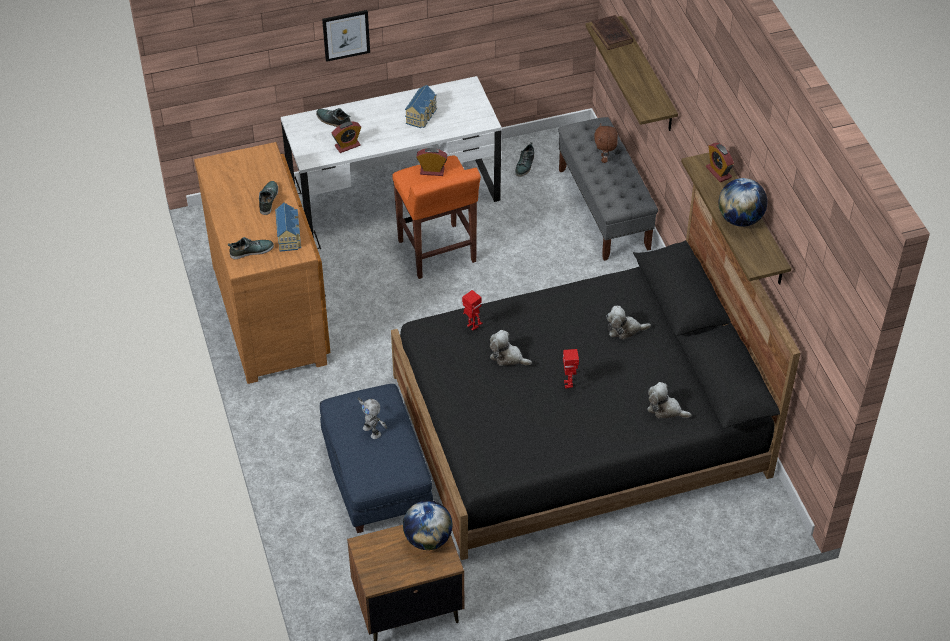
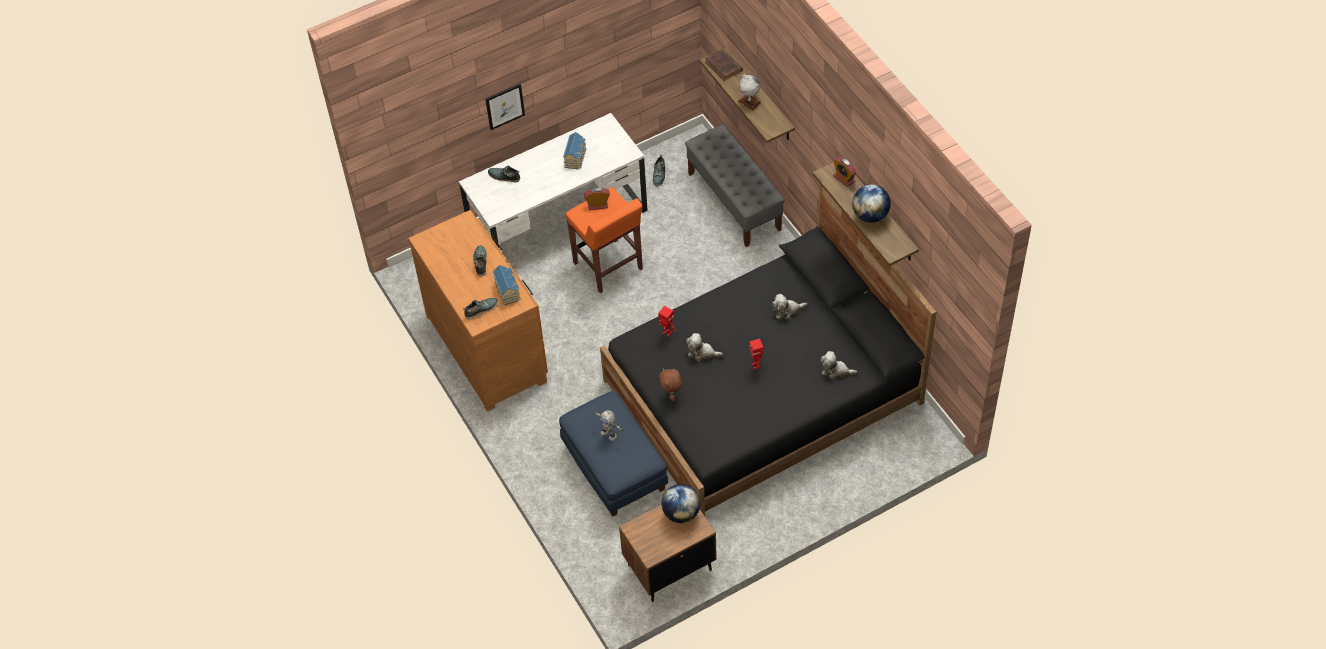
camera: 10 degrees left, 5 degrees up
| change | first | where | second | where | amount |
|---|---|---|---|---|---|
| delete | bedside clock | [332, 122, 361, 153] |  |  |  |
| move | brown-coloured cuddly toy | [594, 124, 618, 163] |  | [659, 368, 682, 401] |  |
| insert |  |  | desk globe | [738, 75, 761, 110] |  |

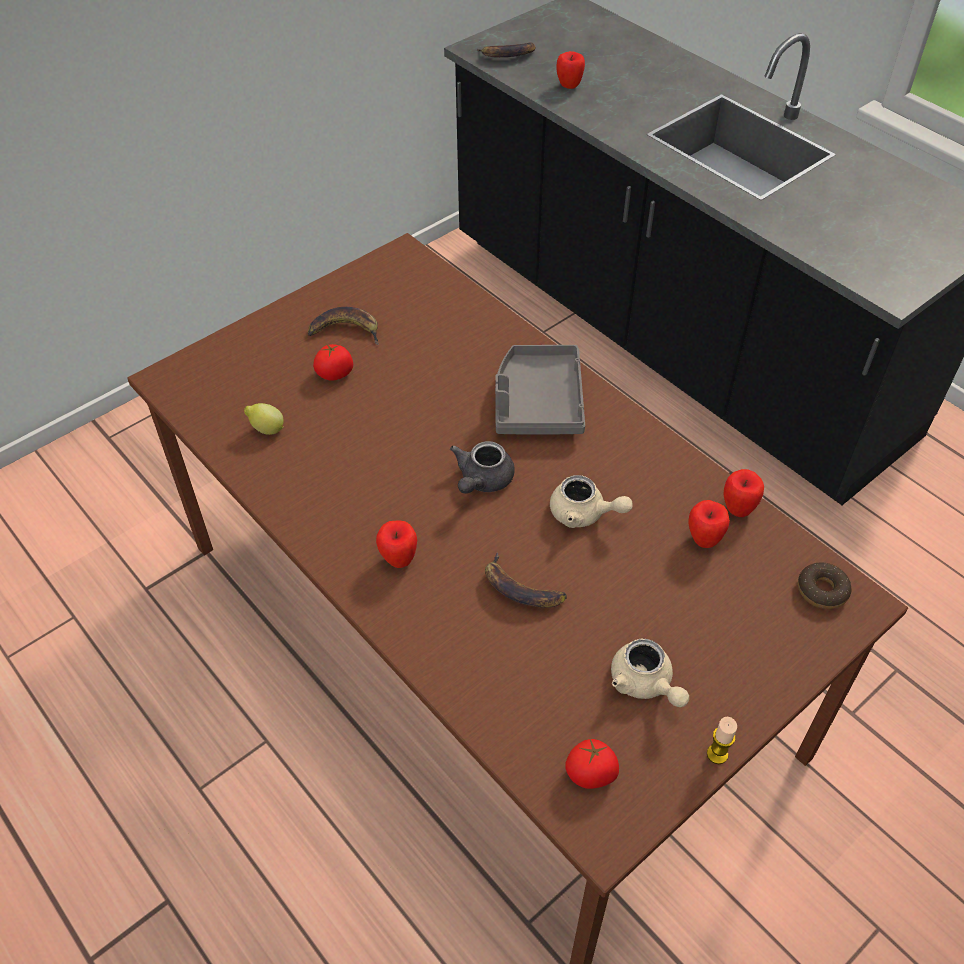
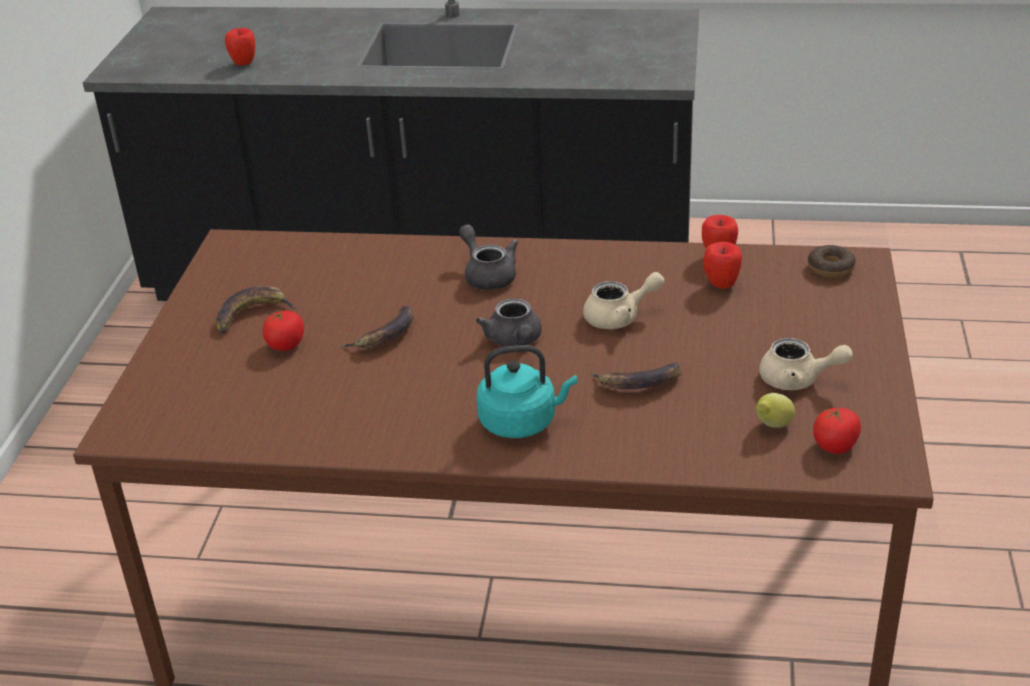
camera: 40 degrees left, 15 degrees down
| change | first | where | second | where | amount |
|---|---|---|---|---|---|
| move | whole banana | [477, 42, 536, 57] |  | [339, 306, 414, 348] |  |
| replace | gray carrying tray | [495, 345, 585, 435] | gray tea pot | [459, 224, 518, 290] |  |
| move | lemon | [244, 403, 283, 435] |  | [756, 393, 795, 428] |  |
| replace | whole apple | [376, 520, 417, 568] | blue-green tea kettle | [477, 345, 578, 438] |  |
| delete | wax candle | [707, 717, 737, 764] |  |  |  |

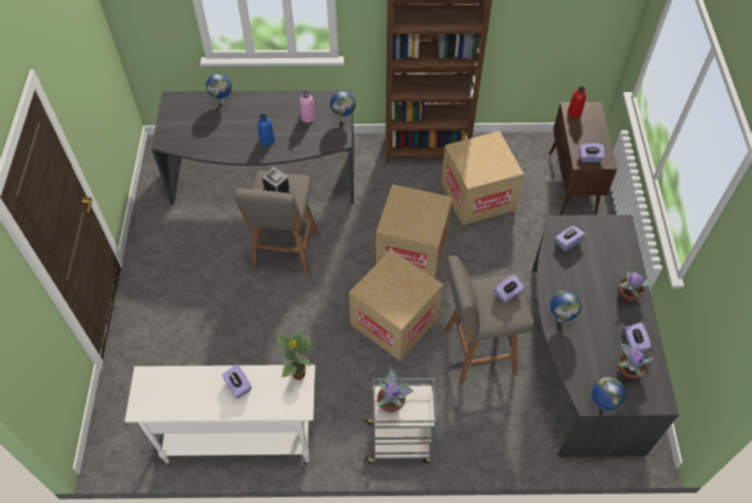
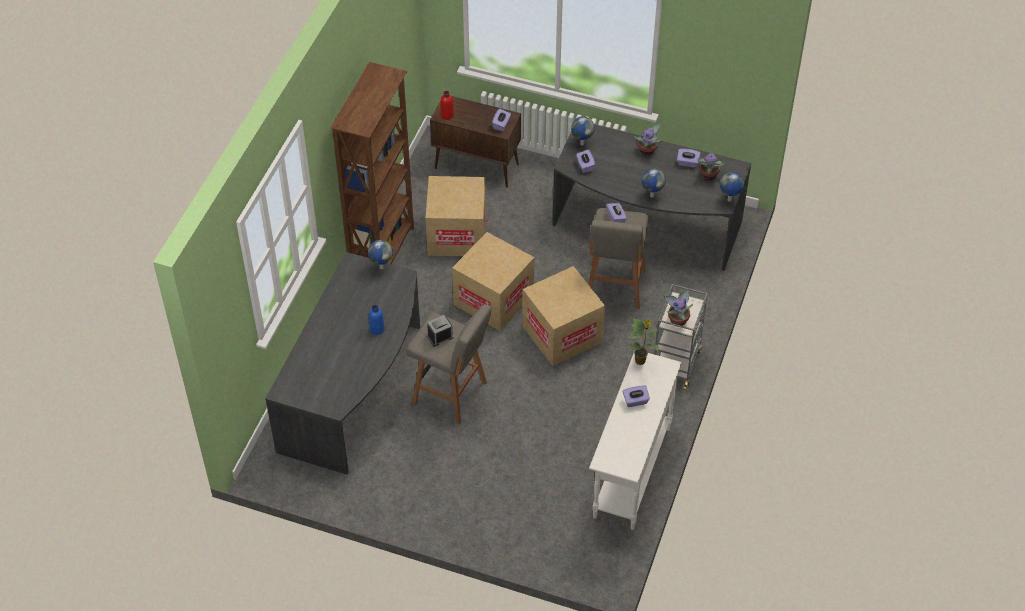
camera: 70 degrees left, 5 degrees down
| change | first | where | second | where | amount |
|---|---|---|---|---|---|
| move | desk globe | [206, 73, 232, 105] |  | [571, 116, 595, 146] |  |
| delete | pink-coloured beverage bottle | [300, 91, 316, 123] |  |  |  |

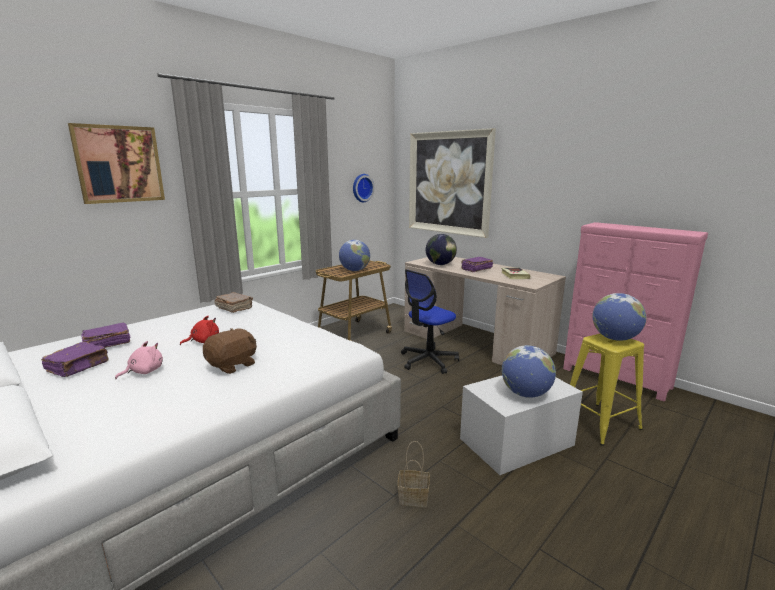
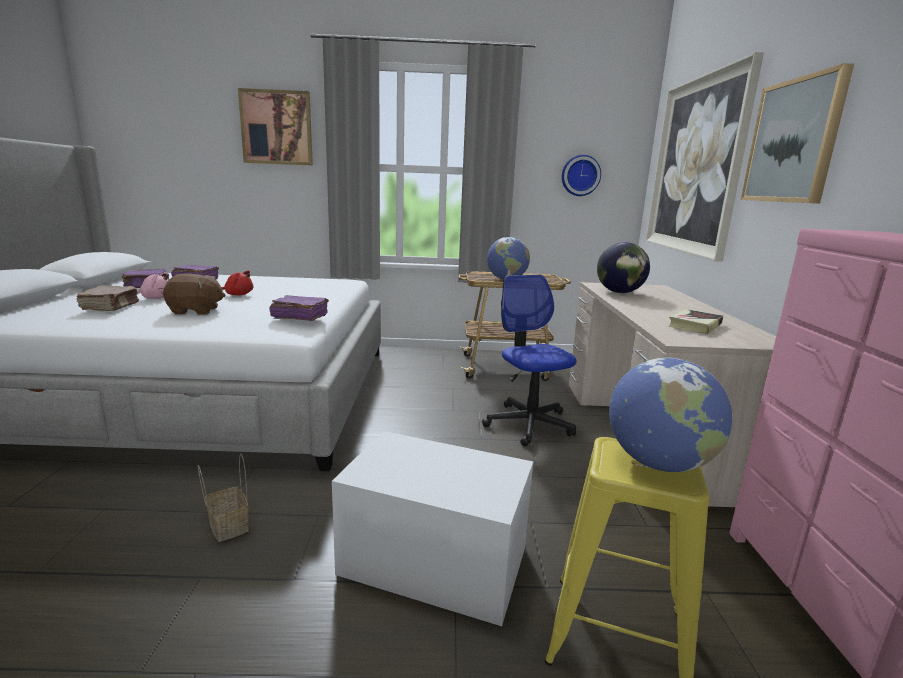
camera: 45 degrees right, 0 degrees up
| change | first | where | second | where | amount |
|---|---|---|---|---|---|
| move | purplish book | [461, 257, 493, 272] |  | [269, 295, 329, 321] |  |
| rotate | desk chair | [401, 269, 459, 374] |  | [482, 274, 576, 446] | 60 degrees clockwise |
| move | brown-coloured book | [214, 292, 253, 313] |  | [76, 285, 139, 311] |  |
| delete | desk globe | [502, 345, 556, 398] |  |  |  |
| insert |  |  | wall art | [741, 63, 854, 204] |  |

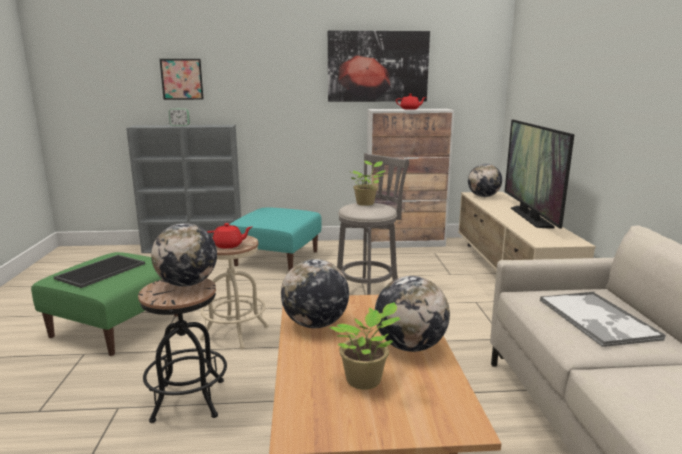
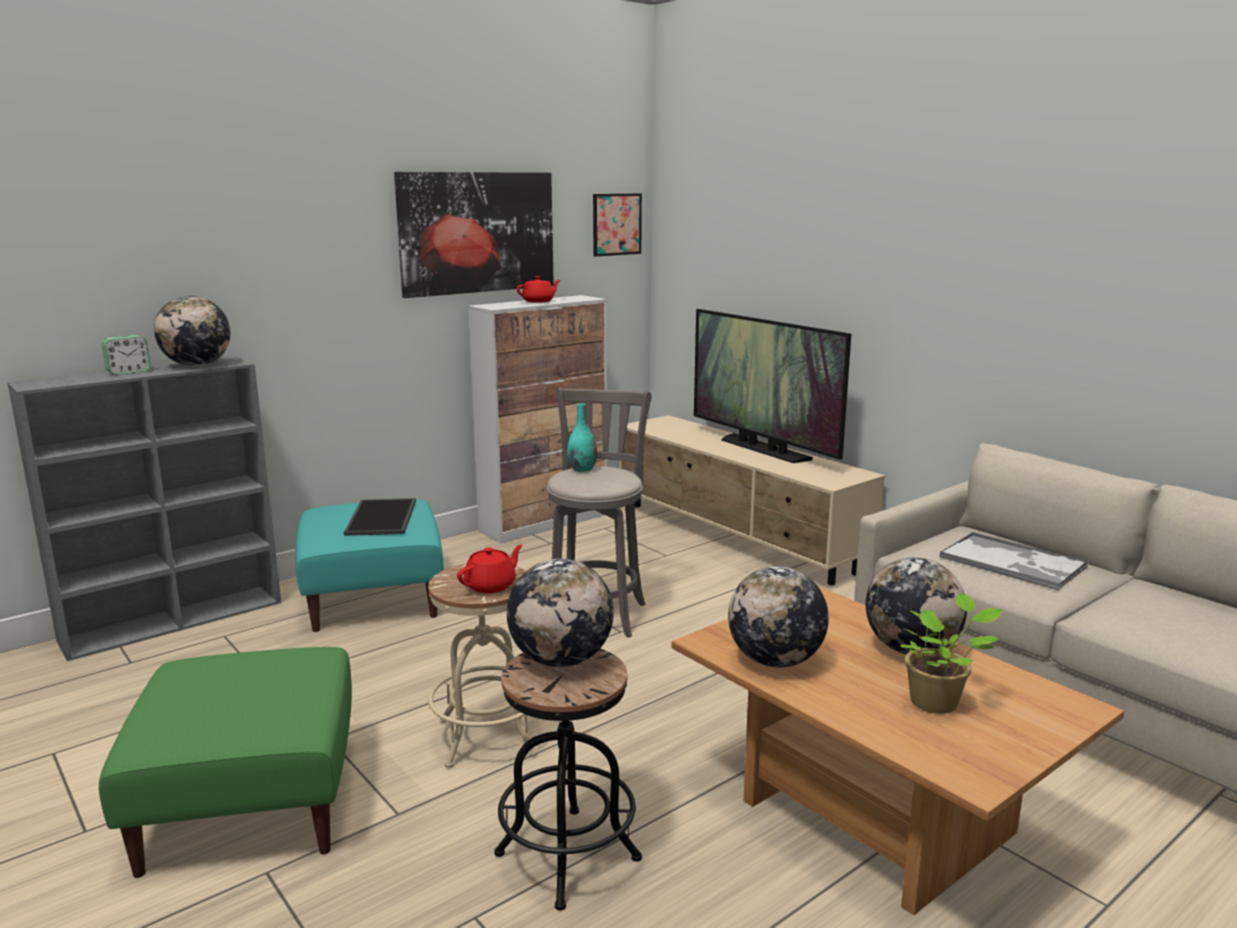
camera: 35 degrees left, 0 degrees up
| change | first | where | second | where | amount |
|---|---|---|---|---|---|
| move | wall art | [160, 59, 204, 100] |  | [593, 193, 642, 257] |  |
| replace | potted plant | [351, 160, 386, 206] | blue-green flower vase | [567, 403, 597, 472] |  |
| move | desk globe | [468, 164, 502, 197] |  | [154, 296, 230, 366] |  |
| move | carrying tray | [54, 255, 145, 288] |  | [344, 498, 416, 536] |  |

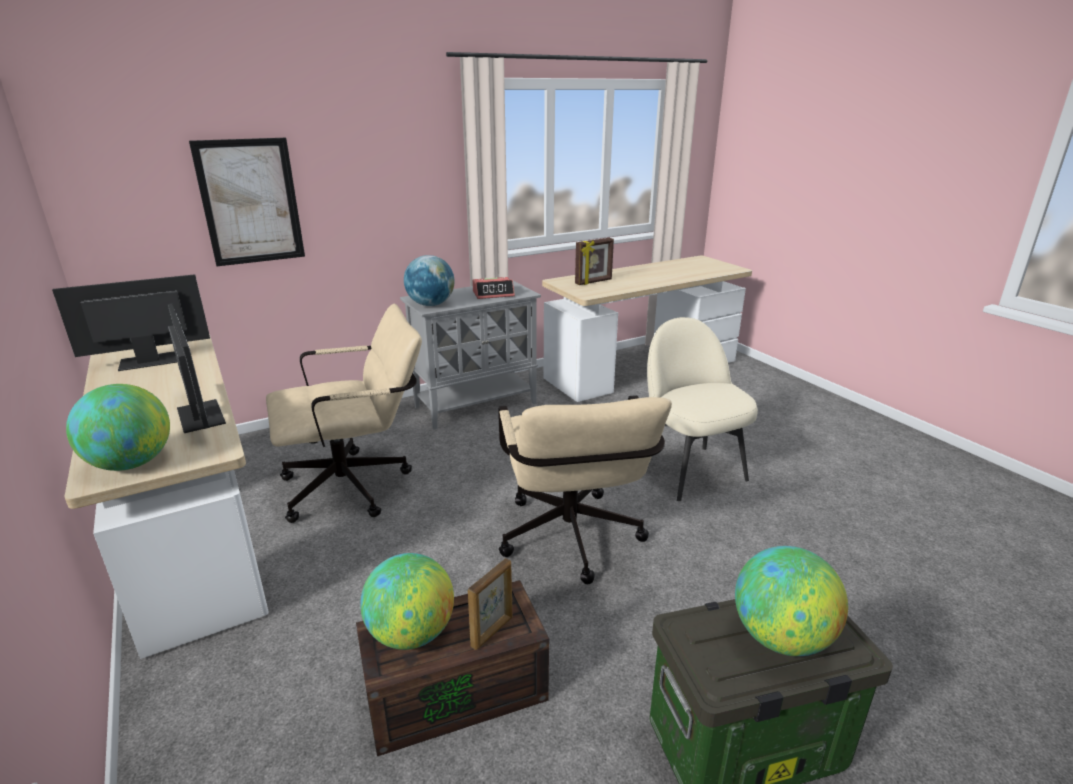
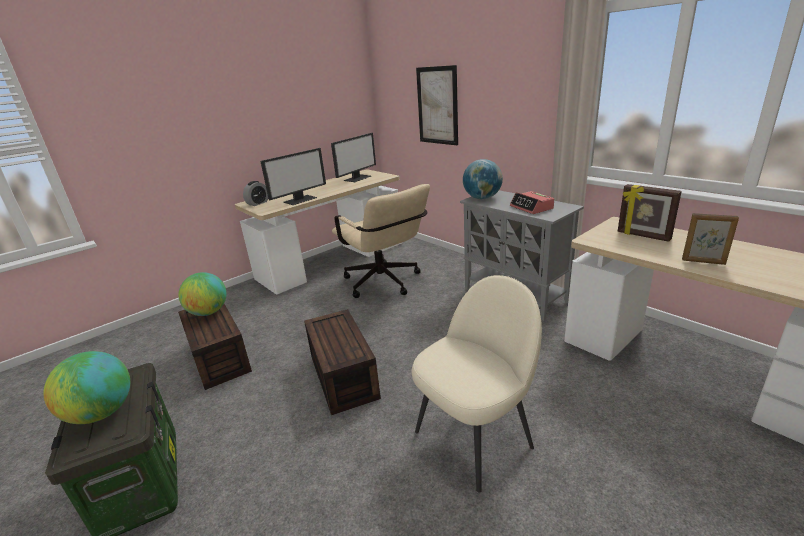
camera: 80 degrees right, 0 degrees up
| change | first | where | second | where | amount |
|---|---|---|---|---|---|
| rotate | monitor | [52, 274, 210, 371] |  | [331, 133, 376, 182] | 75 degrees clockwise |
| replace | desk globe | [66, 384, 170, 471] | bedside clock | [243, 181, 268, 206] |  |
| replace | sand-coloured desk chair | [498, 395, 672, 584] | brown-coloured storage box | [304, 309, 381, 415] |  |
| move | photo frame | [468, 558, 512, 650] |  | [682, 213, 739, 265] |  |

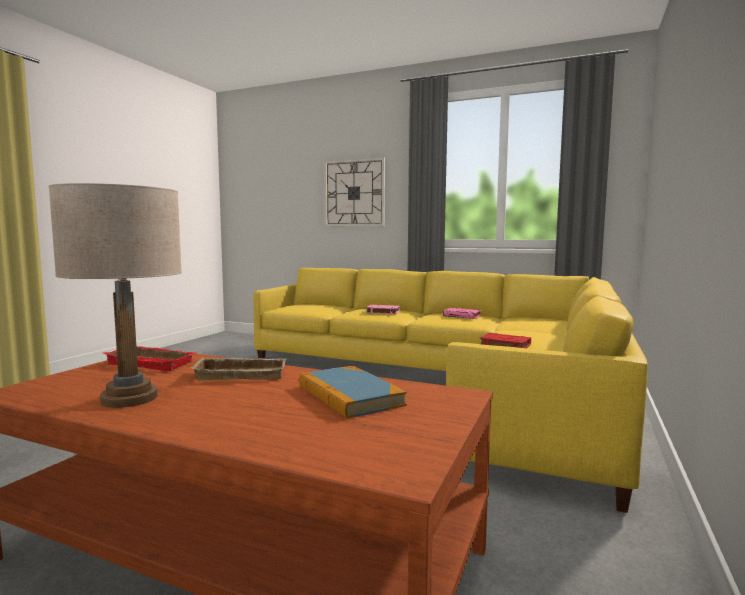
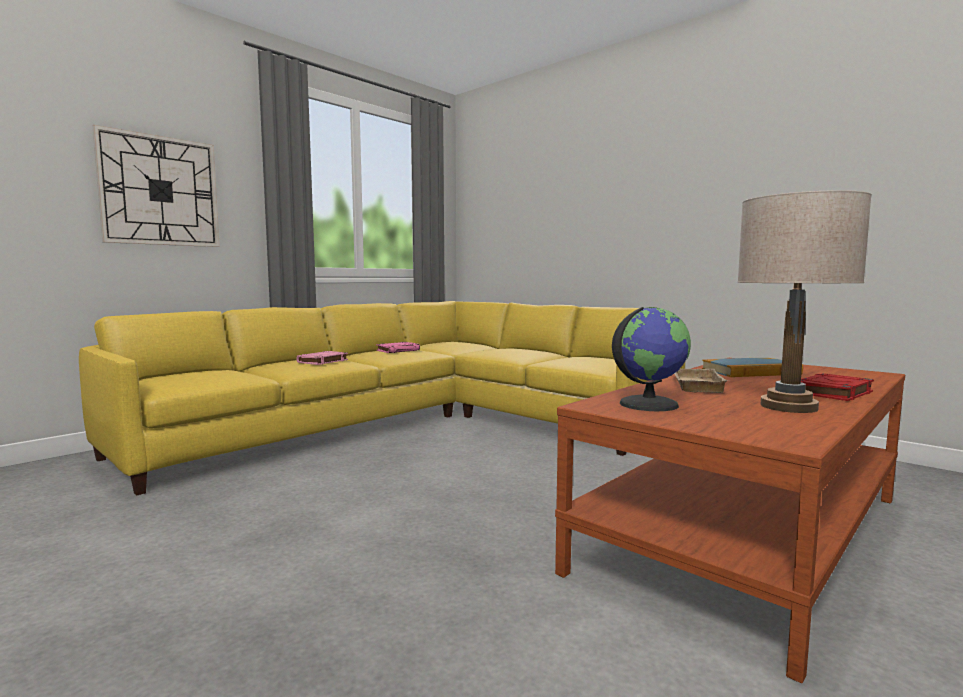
camera: 70 degrees left, 0 degrees up
| change | first | where | second | where | amount |
|---|---|---|---|---|---|
| move | red-coloured book | [479, 333, 531, 348] |  | [801, 373, 874, 401] |  |
| replace | red-coloured carrying tray | [103, 346, 197, 371] | desk globe | [612, 307, 691, 411] |  |

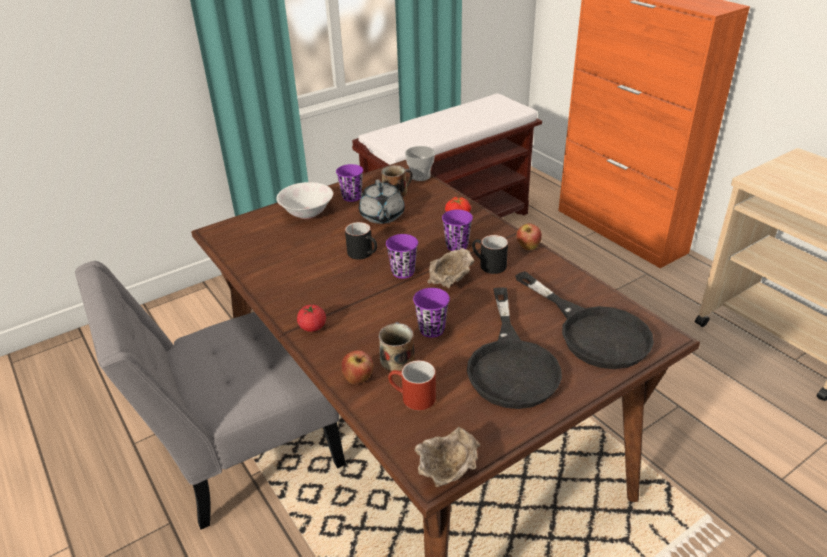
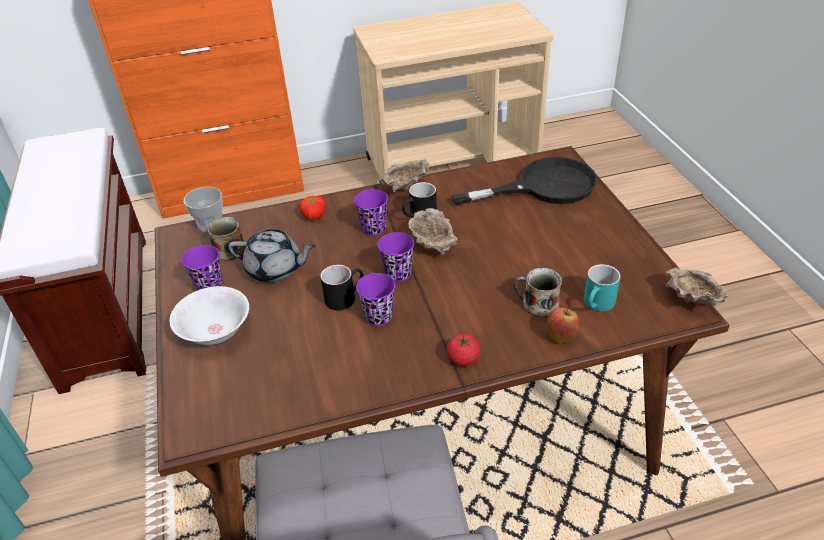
camera: 70 degrees left, 5 degrees up
| change | first | where | second | where | amount |
|---|---|---|---|---|---|
| replace | whole apple | [516, 223, 542, 250] | sand-coloured bowl | [379, 159, 429, 192] |  |
| delete | blackish frying pan | [467, 287, 562, 409] |  |  |  |
| move | purplish drinking cup | [413, 288, 450, 338] |  | [356, 273, 395, 326] |  |
| recolor | red-coloured tea mug | [388, 360, 436, 411] | blue-green tea mug | [584, 264, 621, 311] |  |

